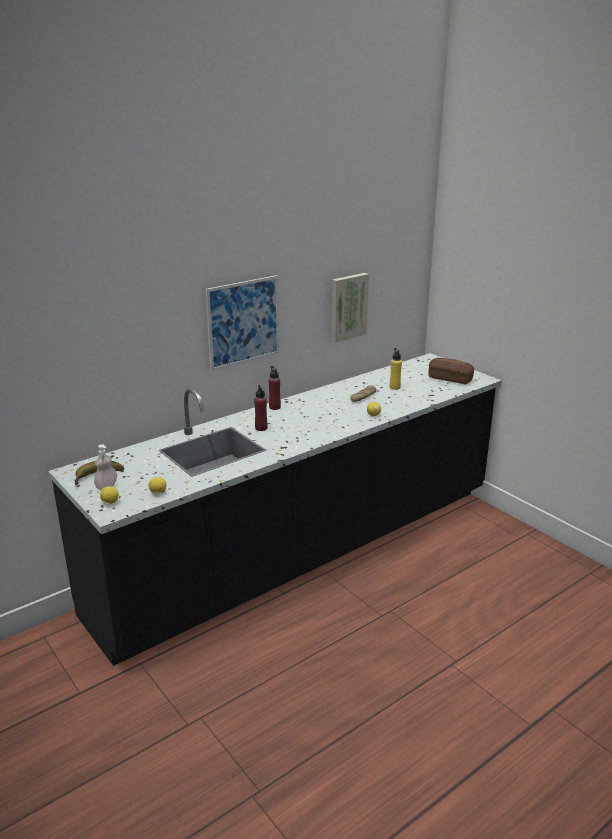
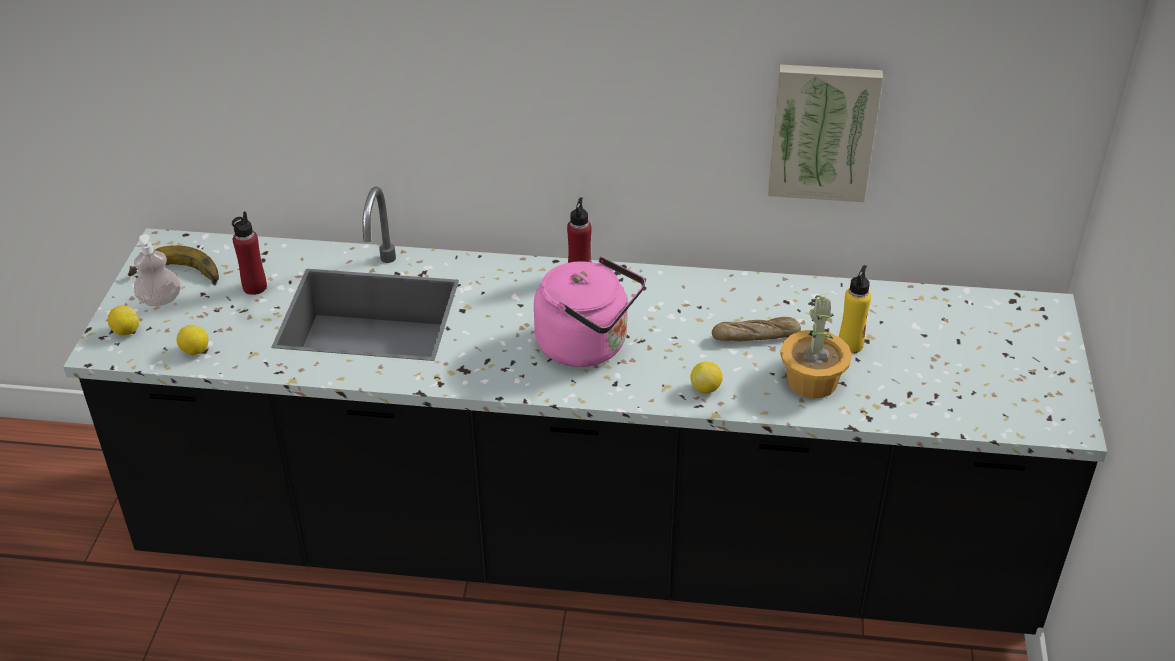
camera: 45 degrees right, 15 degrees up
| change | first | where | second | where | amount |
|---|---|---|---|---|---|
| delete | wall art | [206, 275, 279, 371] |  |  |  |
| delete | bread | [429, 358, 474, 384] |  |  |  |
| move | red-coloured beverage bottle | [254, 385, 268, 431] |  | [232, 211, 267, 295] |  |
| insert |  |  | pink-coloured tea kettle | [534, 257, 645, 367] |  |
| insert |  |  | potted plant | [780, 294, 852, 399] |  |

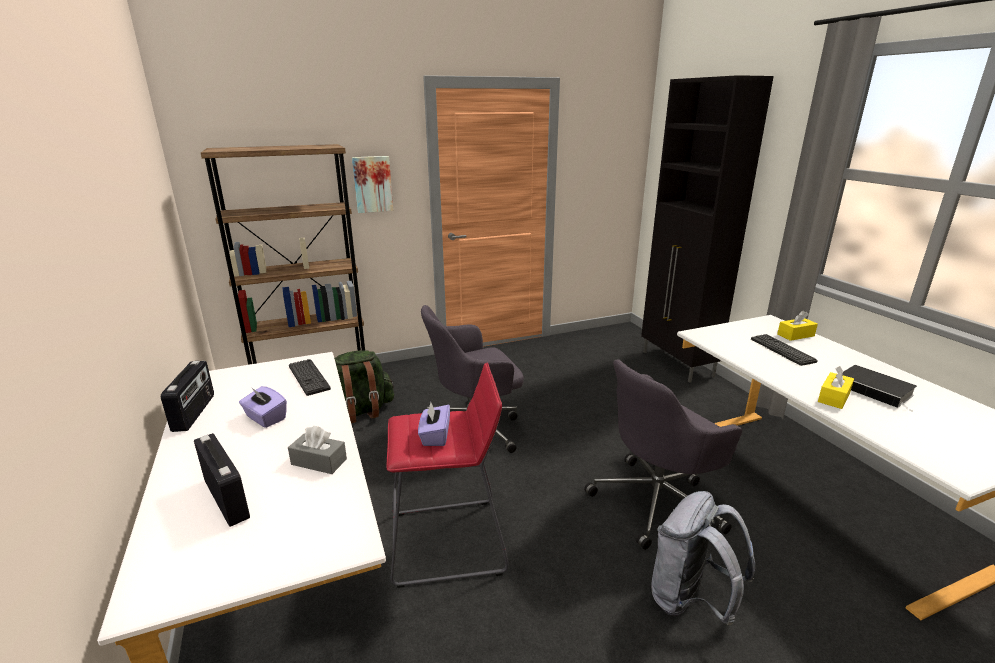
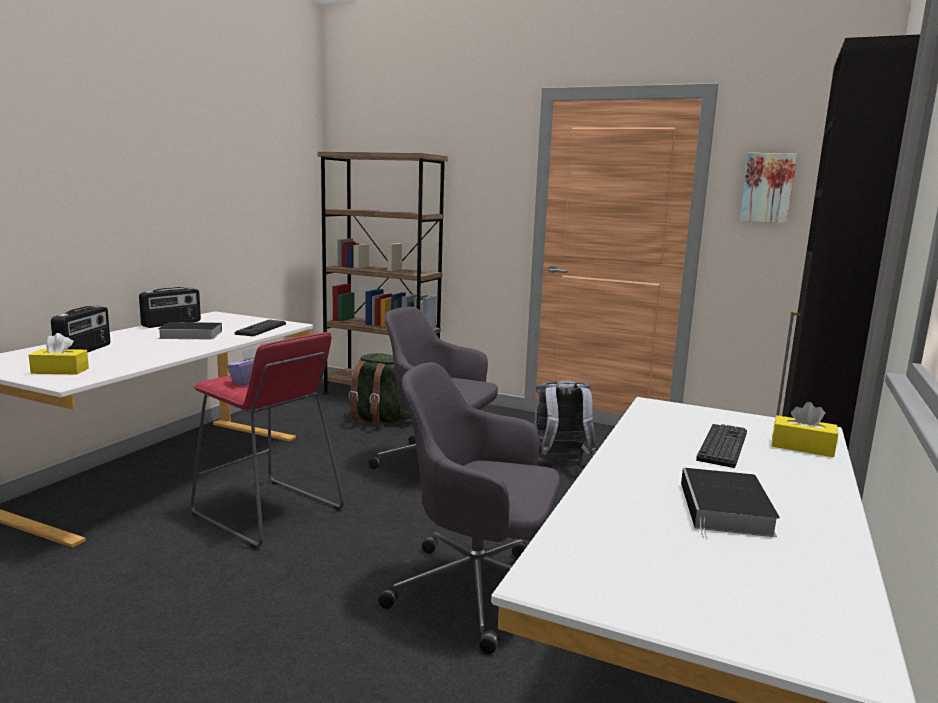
camera: 45 degrees right, 10 degrees down
| change | first | where | second | where | amount |
|---|---|---|---|---|---|
| move | wall art | [352, 156, 393, 213] |  | [740, 153, 797, 223] |  |
| move | yellow tissue holder | [818, 366, 854, 409] |  | [29, 333, 89, 375] |  |
| replace | purplish tissue holder | [239, 386, 287, 428] | book | [158, 322, 222, 340] |  |
| delete | gray tissue holder | [288, 426, 347, 474] |  |  |  |
| move | gray knapsack | [651, 491, 755, 625] |  | [534, 380, 597, 464] |  |

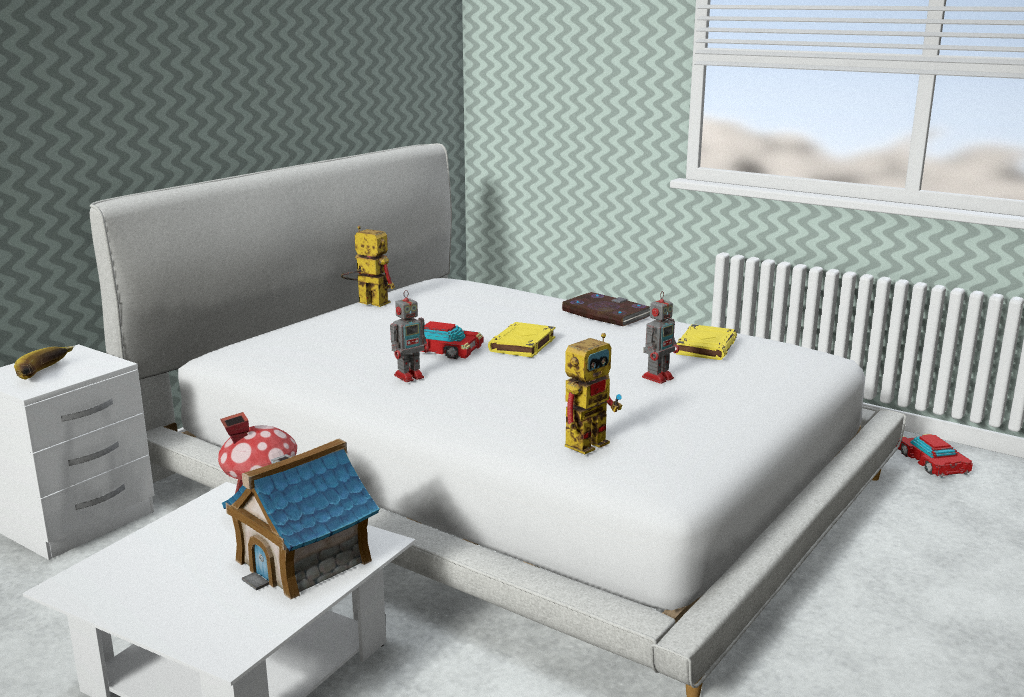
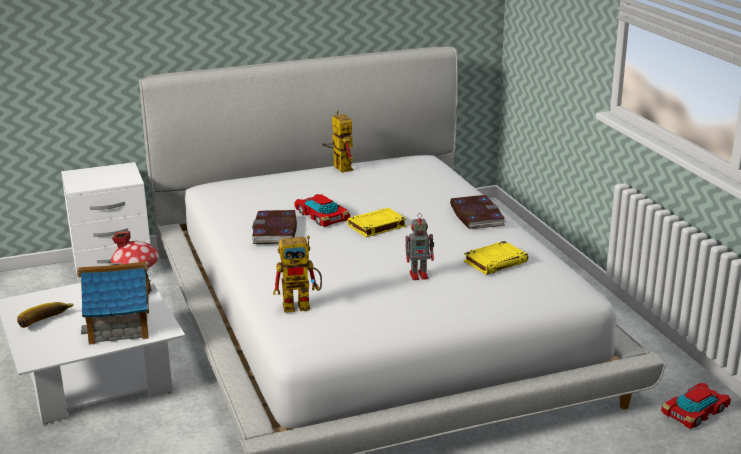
camera: 35 degrees right, 5 degrees up
| change | first | where | second | where | amount |
|---|---|---|---|---|---|
| replace | robot figure | [390, 290, 429, 382] | book | [252, 210, 297, 244] |  |
| move | whole banana | [14, 346, 74, 380] |  | [17, 302, 74, 328] |  |
| rotate | miniature car | [896, 434, 973, 478] |  | [661, 383, 731, 429] | 150 degrees counterclockwise |

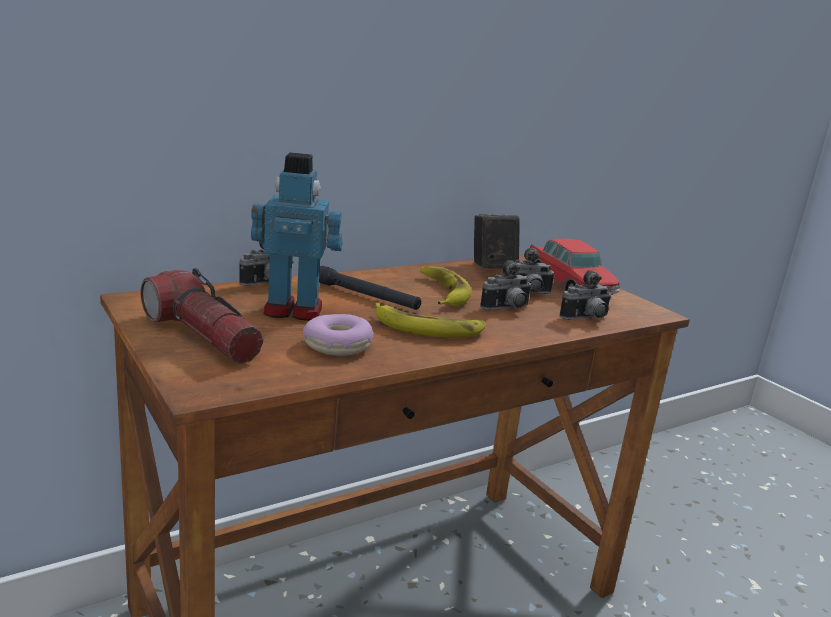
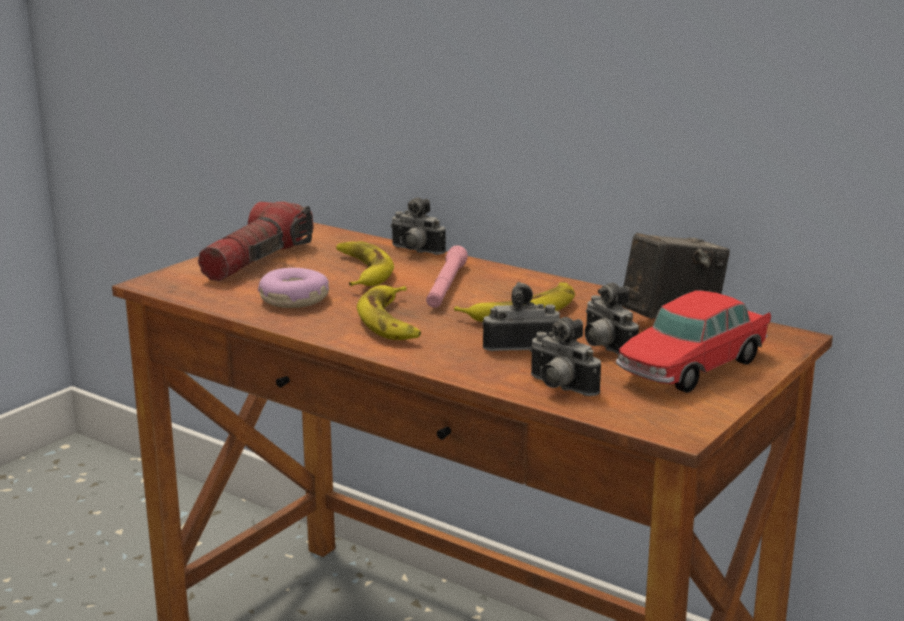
camera: 70 degrees right, 0 degrees up
| change | first | where | second | where | amount |
|---|---|---|---|---|---|
| replace | robot figure | [251, 152, 343, 321] | whole banana | [336, 241, 394, 286] |  |
| rotate | still camera | [480, 260, 532, 310] |  | [482, 282, 560, 351] | 135 degrees clockwise |
| recolor | blackish torch | [319, 266, 421, 310] | pink-coloured torch | [426, 245, 468, 308] |  |

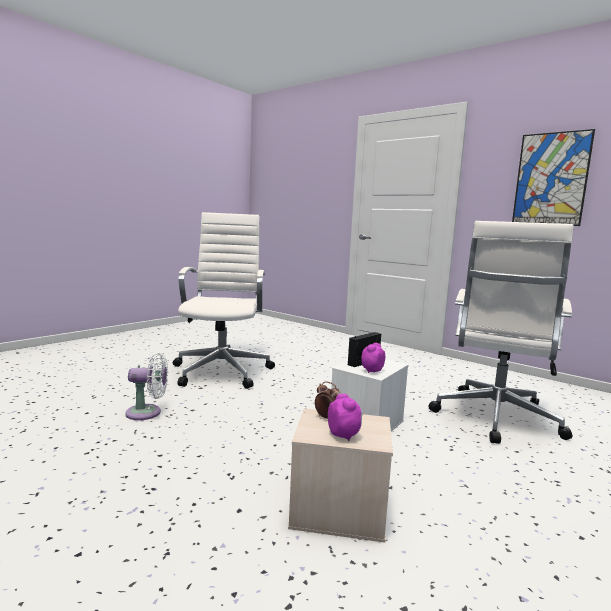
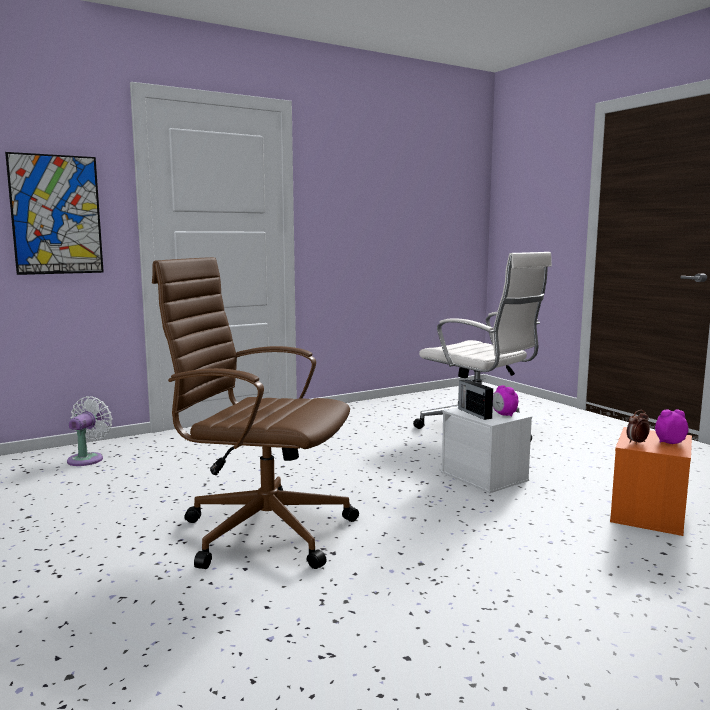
camera: 70 degrees left, 0 degrees up
| change | first | where | second | where | amount |
|---|---|---|---|---|---|
| move | wall art | [512, 129, 595, 226] |  | [5, 152, 104, 275] |  |
| recolor | white-coloured desk chair | [173, 212, 275, 389] | brown-coloured desk chair | [152, 257, 359, 569] |  |
| move | white-coloured electric fan | [125, 353, 168, 420] |  | [67, 396, 113, 466] |  |
| recolor | sand-coloured storage box | [288, 408, 393, 543] | orangey storage box | [610, 427, 692, 536] |  |

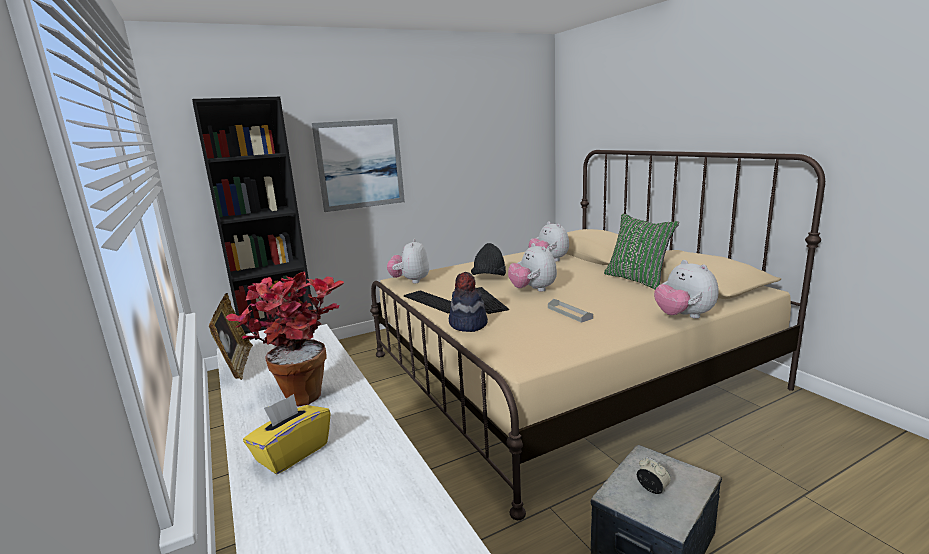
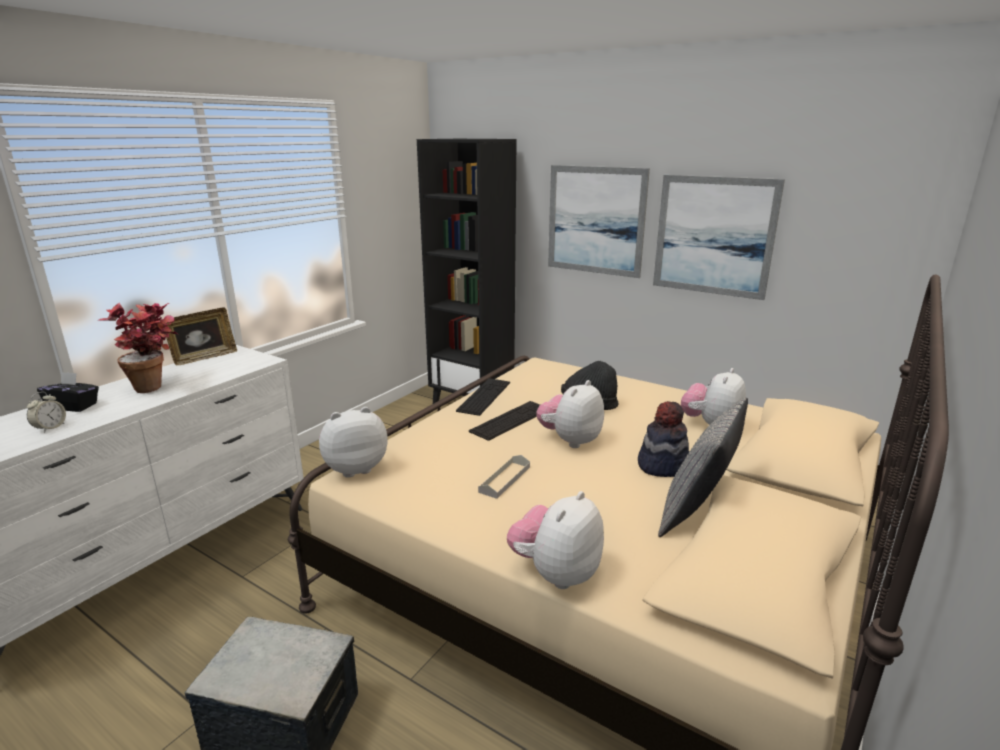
camera: 60 degrees right, 5 degrees up
| change | first | where | second | where | amount |
|---|---|---|---|---|---|
| recolor | greenish throw pillow | [604, 214, 679, 290] | gray throw pillow | [658, 398, 748, 537] |  |
| move | cuddly toy | [387, 239, 429, 283] |  | [319, 407, 388, 478] |  |
| move | hat | [449, 272, 488, 332] |  | [638, 401, 689, 477] |  |
| recolor | yellow tissue holder | [243, 394, 331, 475] | blackish tissue holder | [37, 372, 99, 412] |  |
| move | bedside clock | [637, 457, 671, 494] |  | [27, 392, 66, 433] |  |
| insert |  |  | wall art | [653, 175, 785, 300] |  |

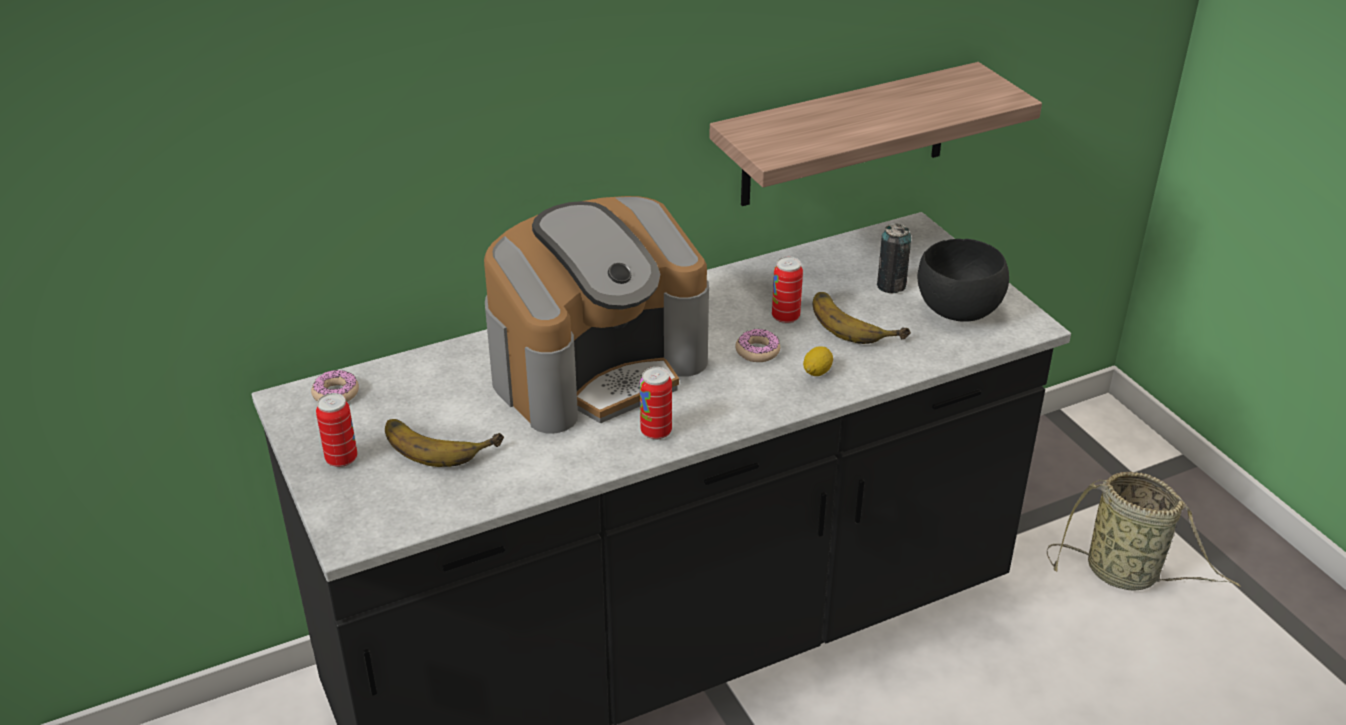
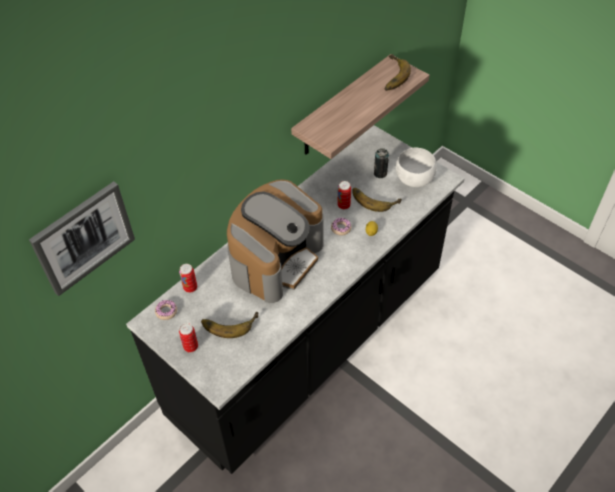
camera: 20 degrees left, 15 degrees up
| change | first | where | second | where | amount |
|---|---|---|---|---|---|
| recolor | blackish bowl | [918, 239, 1009, 321] | white-coloured bowl | [396, 148, 437, 187] |  |
| move | sealed can | [640, 367, 672, 440] |  | [179, 264, 197, 293] |  |
| delete | storage basket | [1047, 472, 1241, 591] |  |  |  |
| insert |  |  | whole banana | [385, 54, 411, 91] |  |
| insert |  |  | wall art | [29, 181, 135, 296] |  |

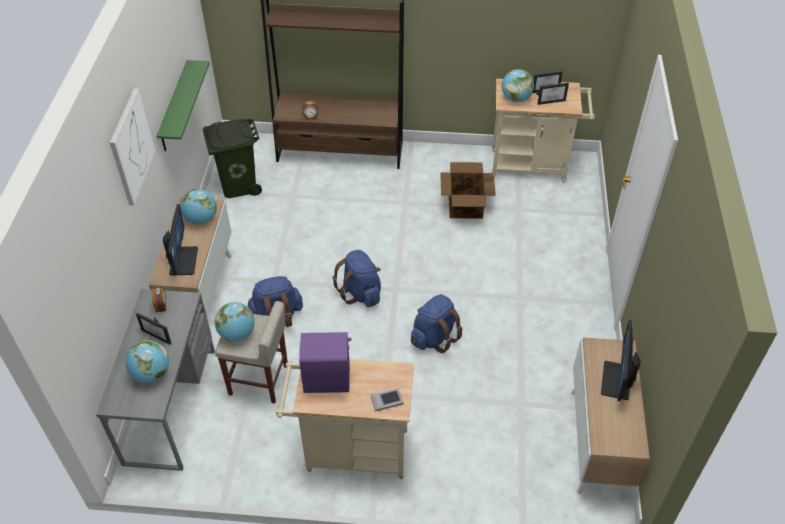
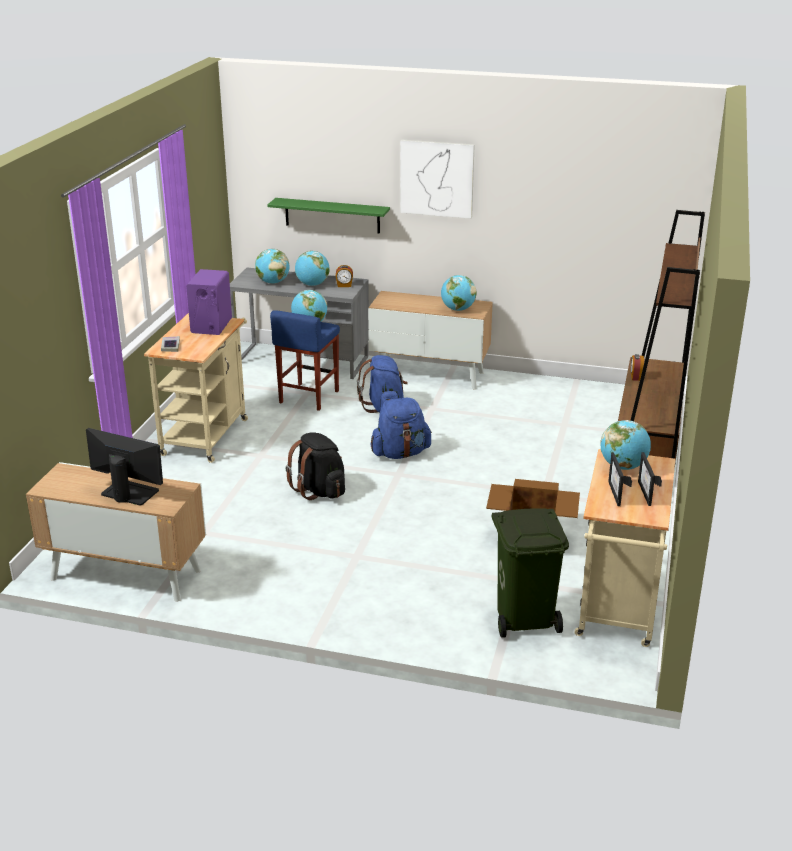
camera: 100 degrees right, 20 degrees down
| change | first | where | second | where | amount |
|---|---|---|---|---|---|
| move | greenish wall shelf | [156, 60, 210, 151] |  | [267, 198, 390, 234] |  |
| move | greenish waste bin | [203, 119, 262, 198] |  | [492, 508, 569, 638] |  |
| delete | monitor | [163, 204, 198, 276] |  |  |  |
| recolor | bluish knapsack | [411, 294, 463, 353] | blackish knapsack | [286, 432, 345, 500] |  |
| recolor | sand-coloured sitting stool | [215, 301, 288, 404] | bluish sitting stool | [270, 310, 340, 411] |  |
| replace | photo frame | [136, 313, 171, 344] | desk globe | [295, 251, 330, 286] |  |

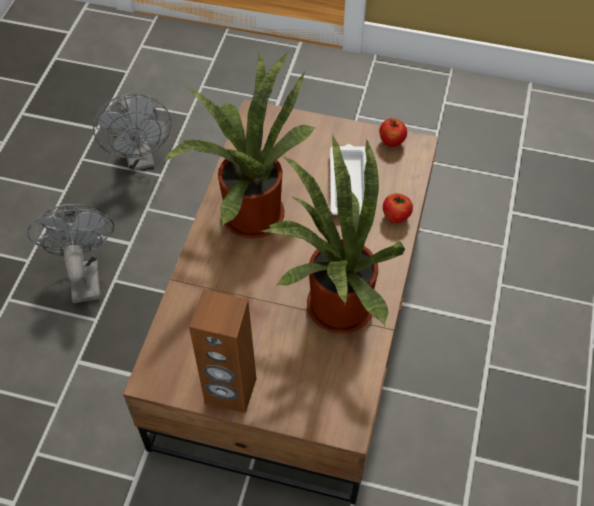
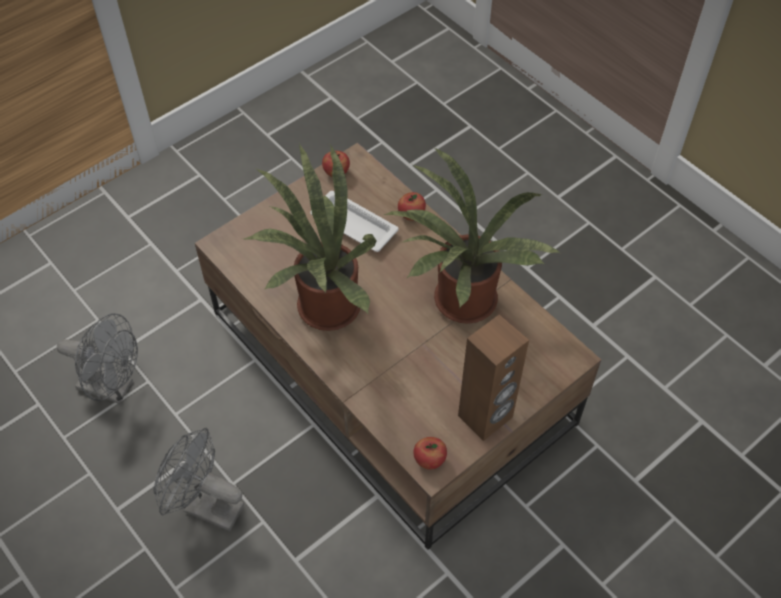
camera: 55 degrees left, 0 degrees up
| change | first | where | second | where | amount |
|---|---|---|---|---|---|
| insert |  |  | whole apple | [413, 437, 447, 470] |  |

